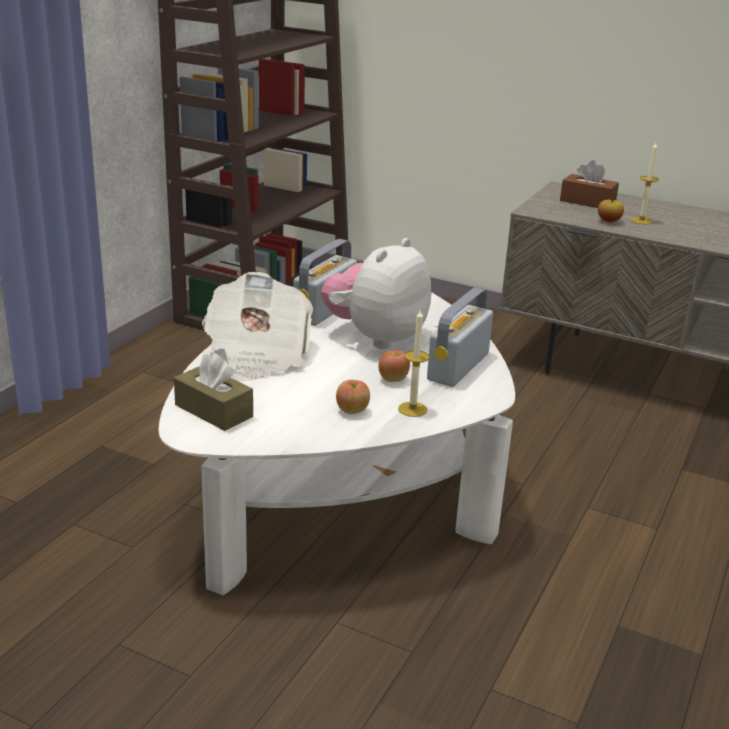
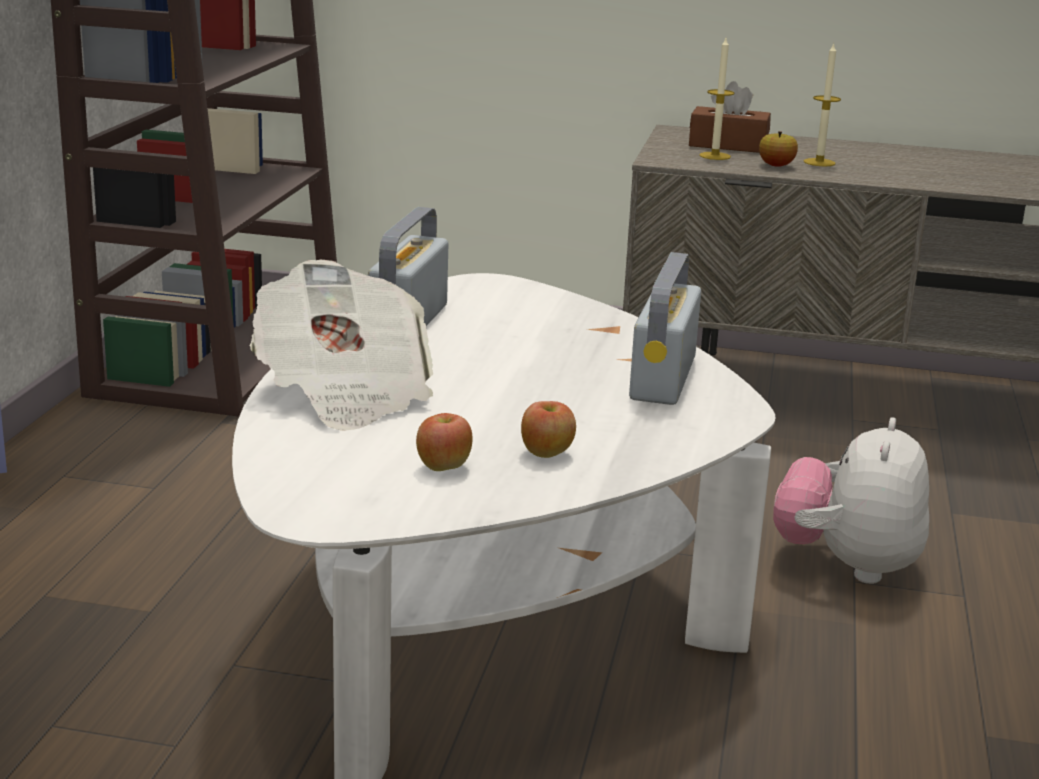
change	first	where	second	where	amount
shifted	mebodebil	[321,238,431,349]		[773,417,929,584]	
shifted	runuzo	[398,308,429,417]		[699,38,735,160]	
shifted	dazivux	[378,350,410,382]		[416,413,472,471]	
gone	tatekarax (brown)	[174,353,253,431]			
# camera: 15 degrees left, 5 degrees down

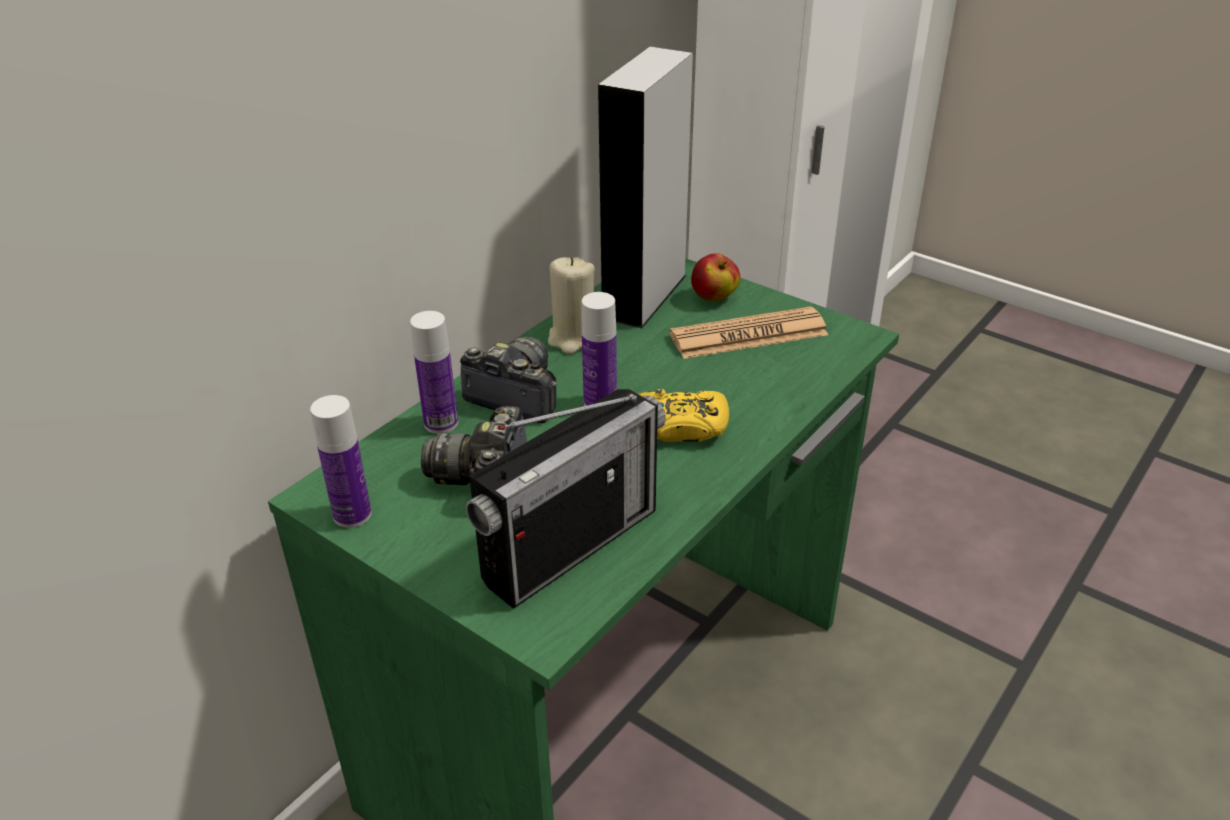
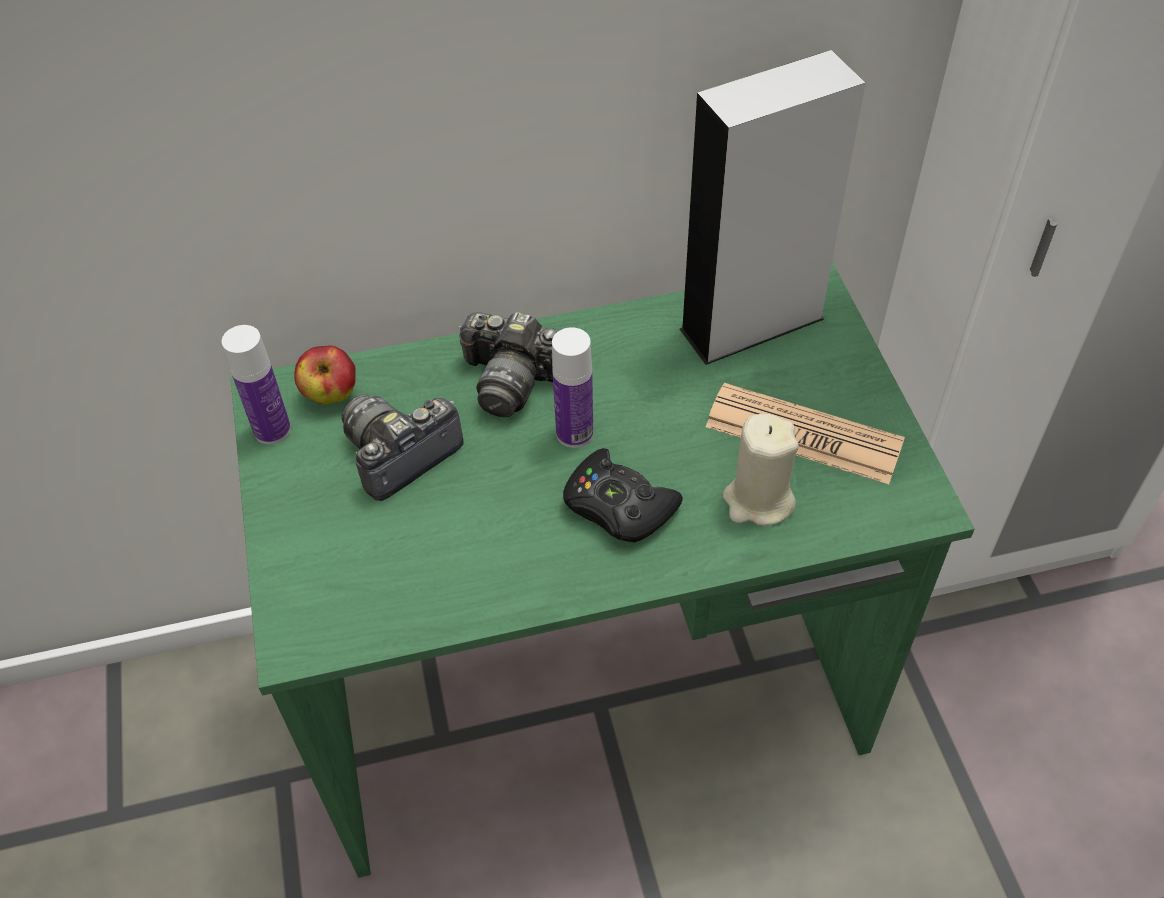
change	first	where	second	where	amount
shifted	dazivux	[691,253,740,301]		[294,346,356,405]	
shifted	runuzo (beige)	[548,257,595,354]		[723,414,799,526]	
gone	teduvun	[410,311,458,434]			
rotated	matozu	[460,337,557,423]		[458,312,558,418]	135 degrees clockwise
gone	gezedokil	[466,389,666,609]			
repainted	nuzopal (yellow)	[639,389,729,442]	nuzopal (black)	[563,448,683,543]	
# camera: 40 degrees right, 15 degrees up

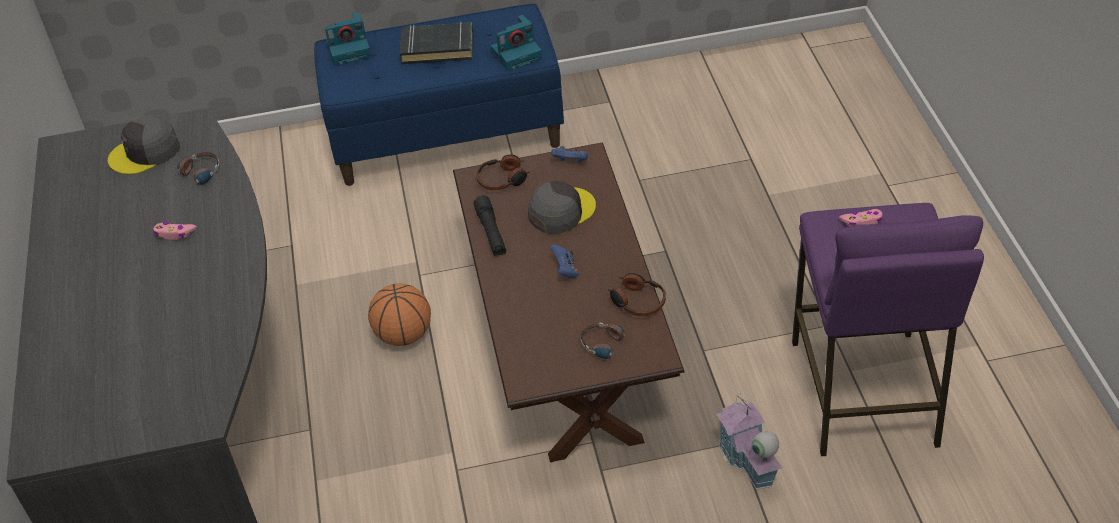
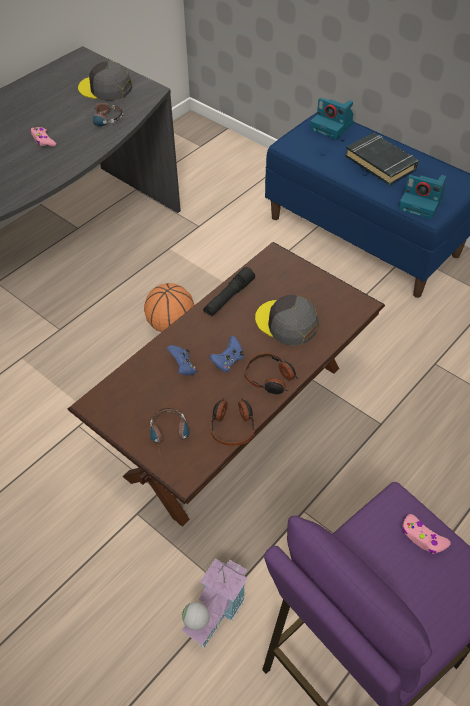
change	first	where	second	where	amount
shifted	nuzopal (blue)	[551,146,588,163]		[167,345,197,375]	
shifted	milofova	[476,155,530,191]		[244,353,298,394]	
rotated	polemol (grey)	[528,181,596,234]		[255,295,319,346]	150 degrees counterclockwise
# camera: 50 degrees right, 5 degrees up

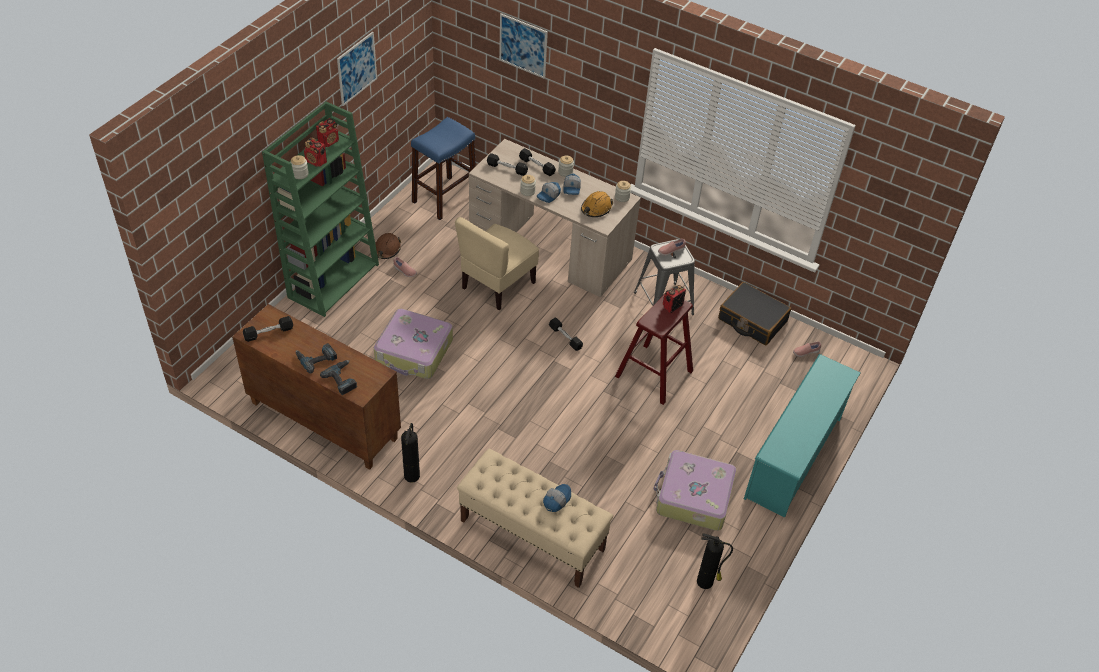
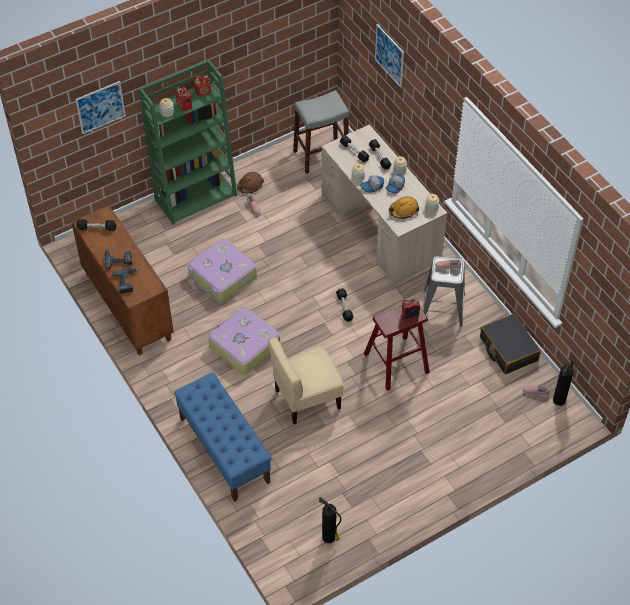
change	first	where	second	where	amount
shifted	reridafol	[337,31,377,106]		[75,81,126,134]	
repainted	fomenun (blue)	[411,117,476,220]	fomenun (grey)	[293,90,349,174]	
shifted	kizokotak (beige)	[455,217,539,310]		[268,337,343,424]	
gone	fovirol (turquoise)	[744,354,860,518]			
shifted	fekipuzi	[401,423,420,482]		[553,361,574,406]	
repainted	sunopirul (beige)	[457,448,613,588]	sunopirul (blue)	[174,373,272,502]	
shifted	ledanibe	[654,450,736,531]		[208,307,280,374]	
gone	polemol	[543,484,571,512]			
# camera: 30 degrees right, 5 degrees up

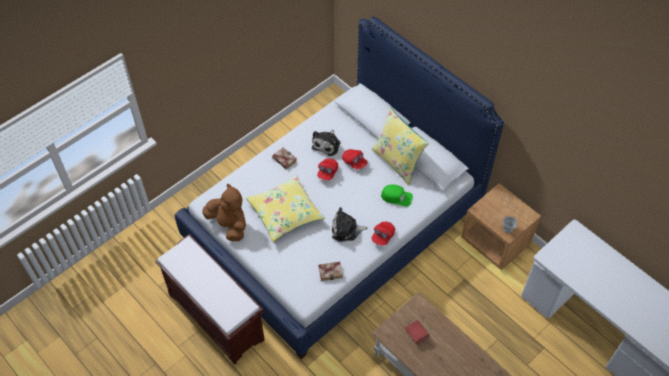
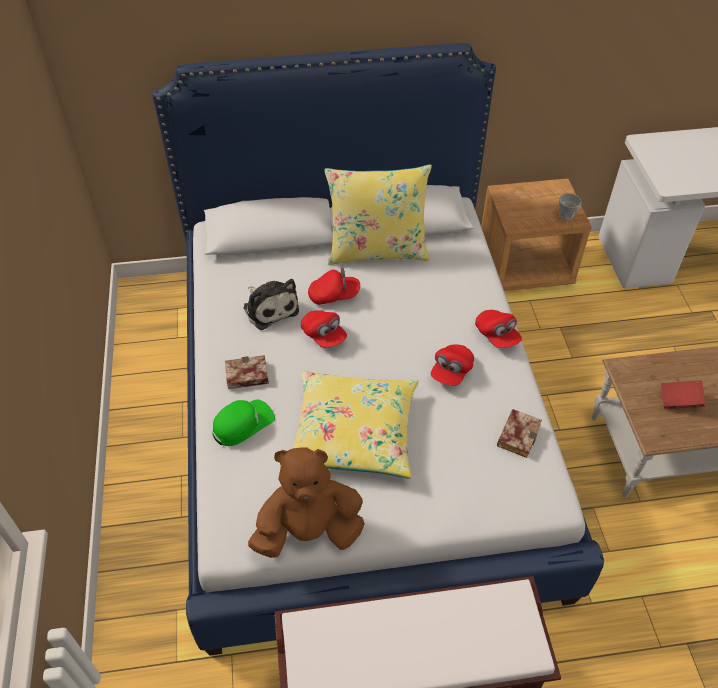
change	first	where	second	where	amount
shifted	polemol (green)	[381,185,413,207]		[212,399,275,446]	
swapped	mebodebil	[332,207,368,242]	polemol (red)	[431,344,474,386]	
# camera: 55 degrees left, 5 degrees down

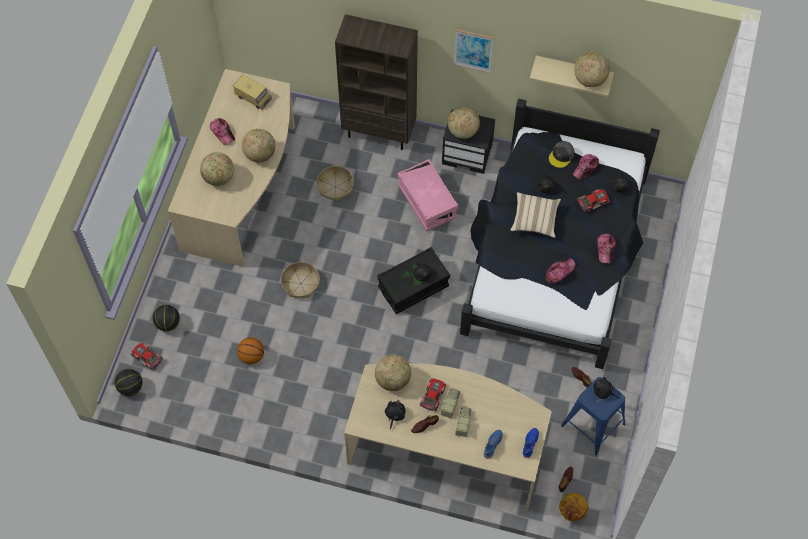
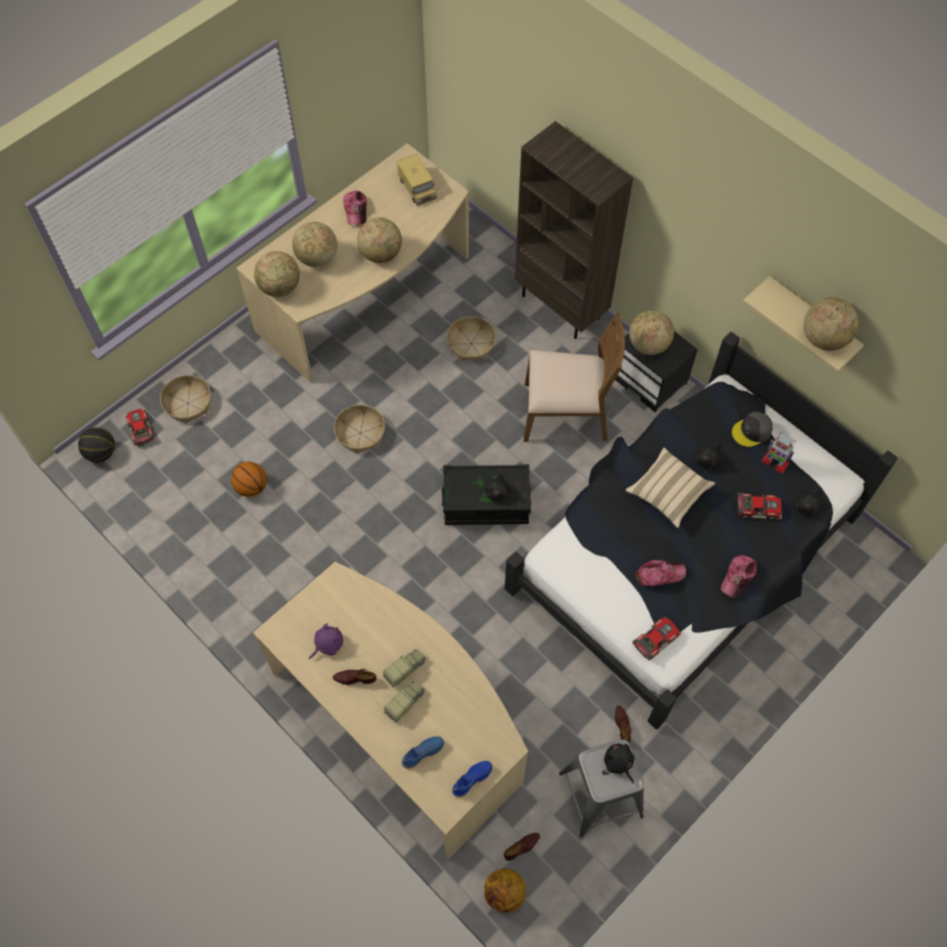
change	first	where	second	where	amount
gone	reridafol	[454,29,493,73]			
swapped	polemol	[573,154,599,180]	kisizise	[762,432,796,474]	
swapped	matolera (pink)	[398,159,458,231]	kizokotak (brown)	[524,312,625,442]	
swapped	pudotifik	[153,305,180,331]	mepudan	[160,375,211,423]	
shifted	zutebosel	[375,354,411,391]		[254,251,300,297]	
repainted	fomenun (blue)	[561,377,625,455]	fomenun (grey)	[559,739,644,838]	
shifted	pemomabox	[420,378,447,411]		[632,617,681,660]	
repainted	mebodebil (black)	[385,399,406,429]	mebodebil (purple)	[309,623,343,659]	
# camera: 30 degrees right, 0 degrees up

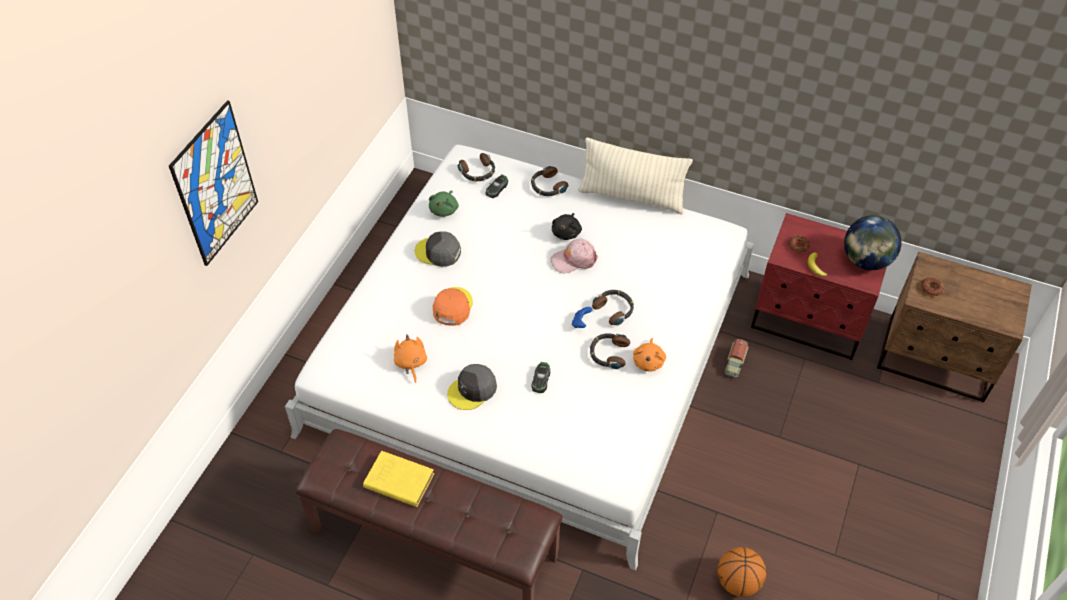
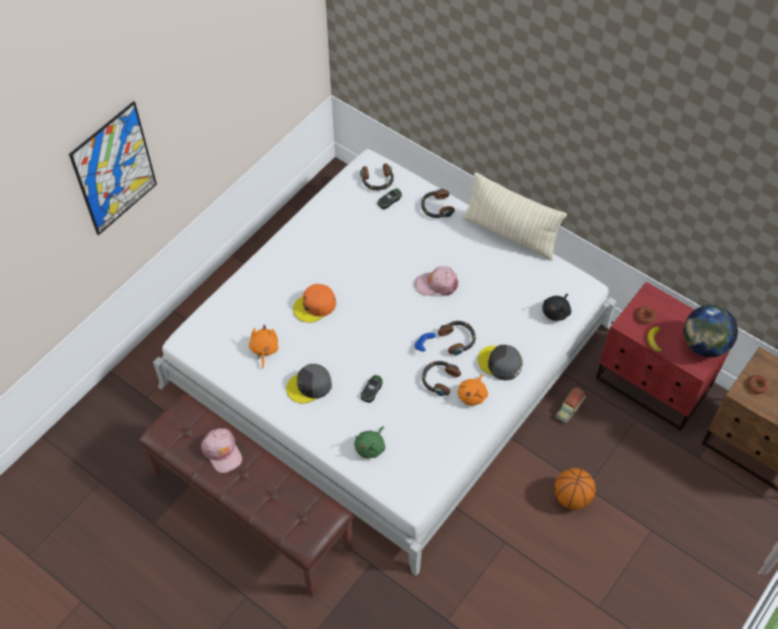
change	first	where	second	where	amount
shifted	mebodebil (green)	[429,190,459,217]		[354,426,385,458]	
shifted	mebodebil (black)	[552,213,582,240]		[542,294,571,321]	
shifted	polemol (grey)	[415,231,461,267]		[478,345,523,381]	
rotated	polemol (orange)	[432,287,473,326]		[293,284,336,322]	150 degrees counterclockwise
swapped	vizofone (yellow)	[363,451,434,507]	polemol (pink)	[201,428,242,473]	
shifted	pudotifik	[717,547,766,597]		[554,468,596,510]	
# camera: 15 degrees right, 5 degrees up

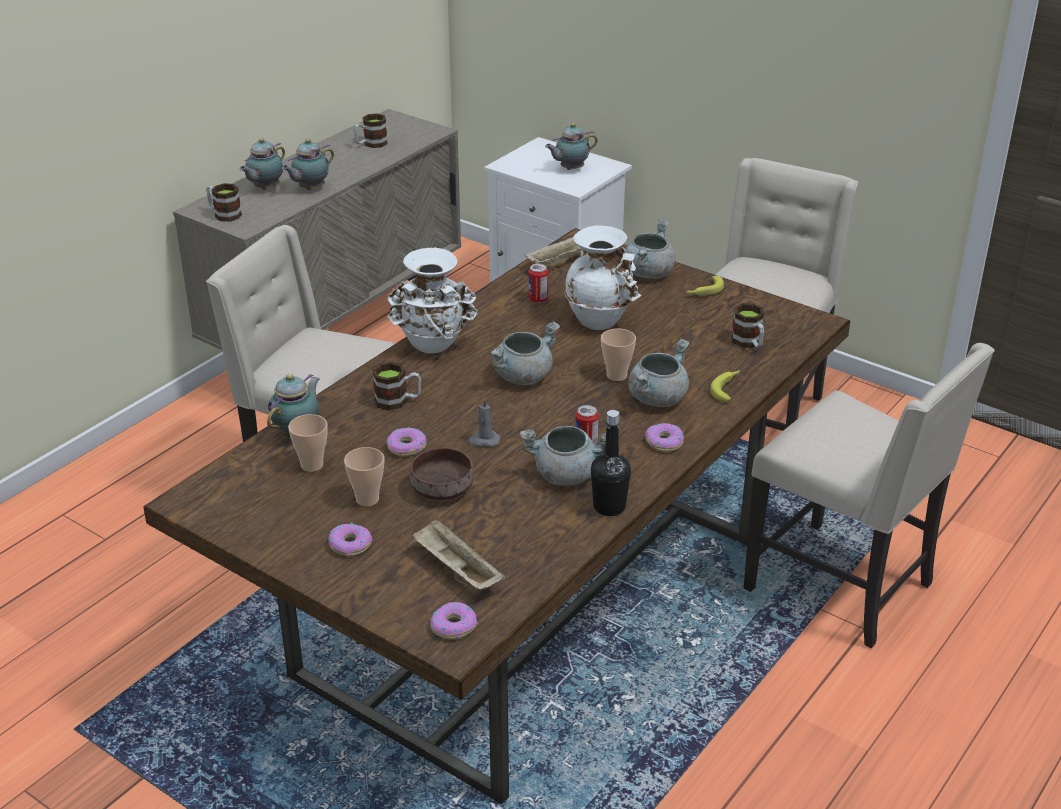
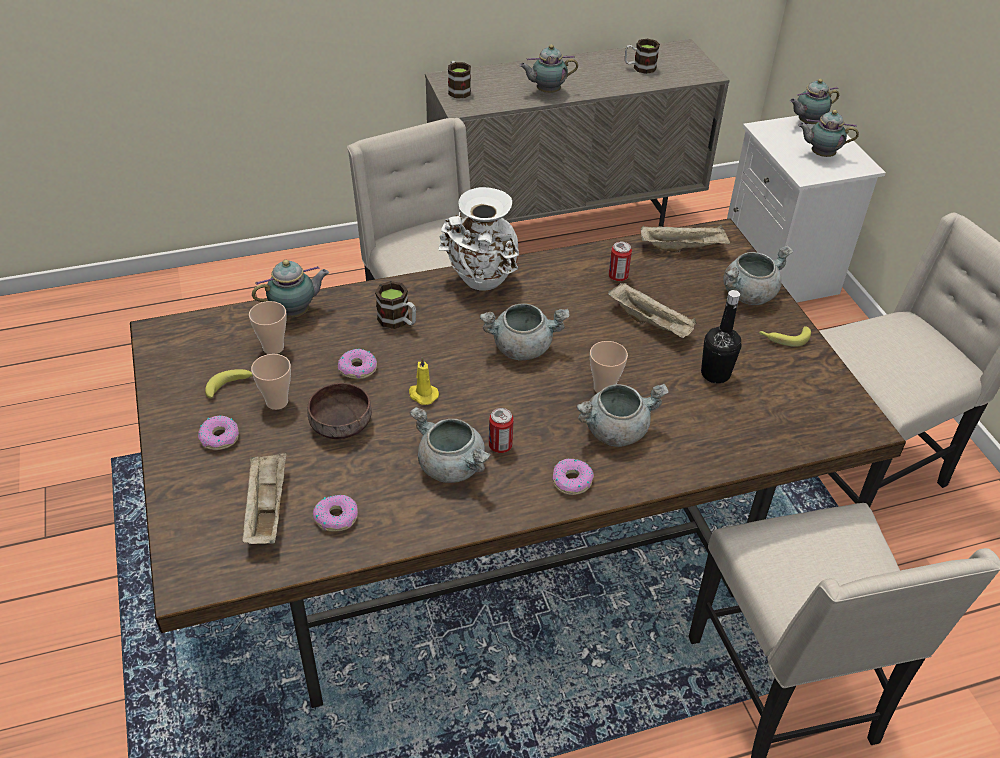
change	first	where	second	where	amount
shifted	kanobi	[240,138,285,190]		[790,79,839,124]	
swapped	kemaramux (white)	[565,225,641,330]	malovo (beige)	[608,283,696,338]	
gone	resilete	[731,303,764,348]			
shifted	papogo	[710,370,740,402]		[205,369,253,398]	
repainted	runuzo (grey)	[467,397,500,447]	runuzo (yellow)	[409,357,439,405]	
shifted	teduvun (black)	[591,410,631,516]		[701,290,741,383]	
shifted	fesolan	[430,602,477,640]		[313,495,358,532]	
# camera: 35 degrees right, 10 degrees up

